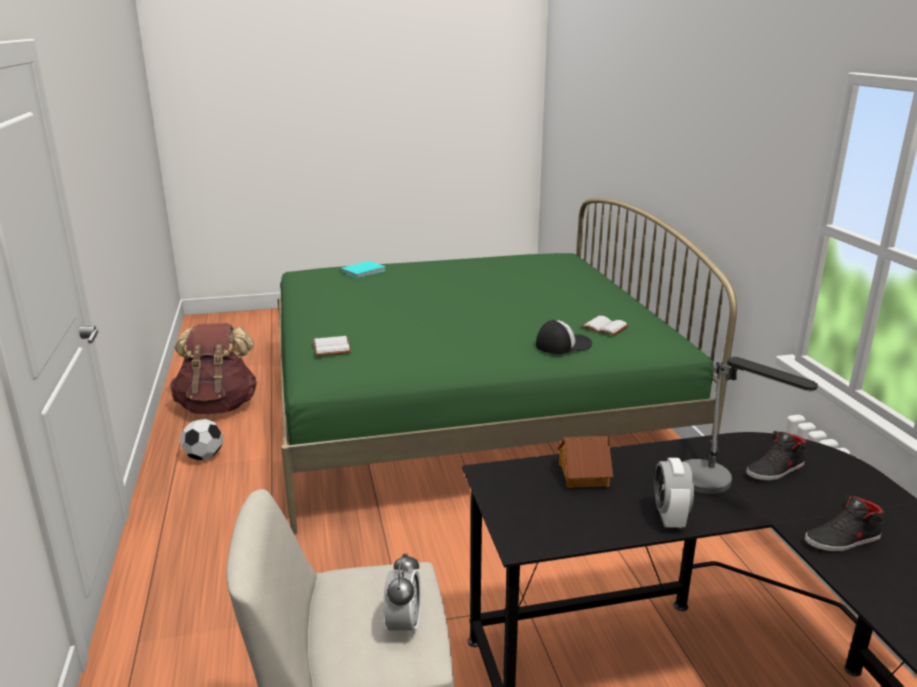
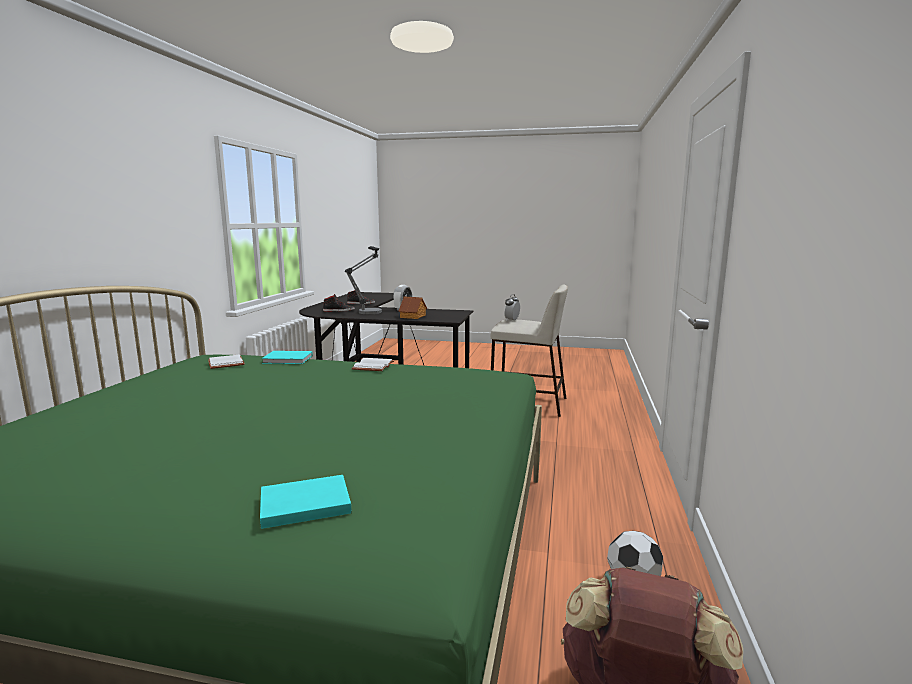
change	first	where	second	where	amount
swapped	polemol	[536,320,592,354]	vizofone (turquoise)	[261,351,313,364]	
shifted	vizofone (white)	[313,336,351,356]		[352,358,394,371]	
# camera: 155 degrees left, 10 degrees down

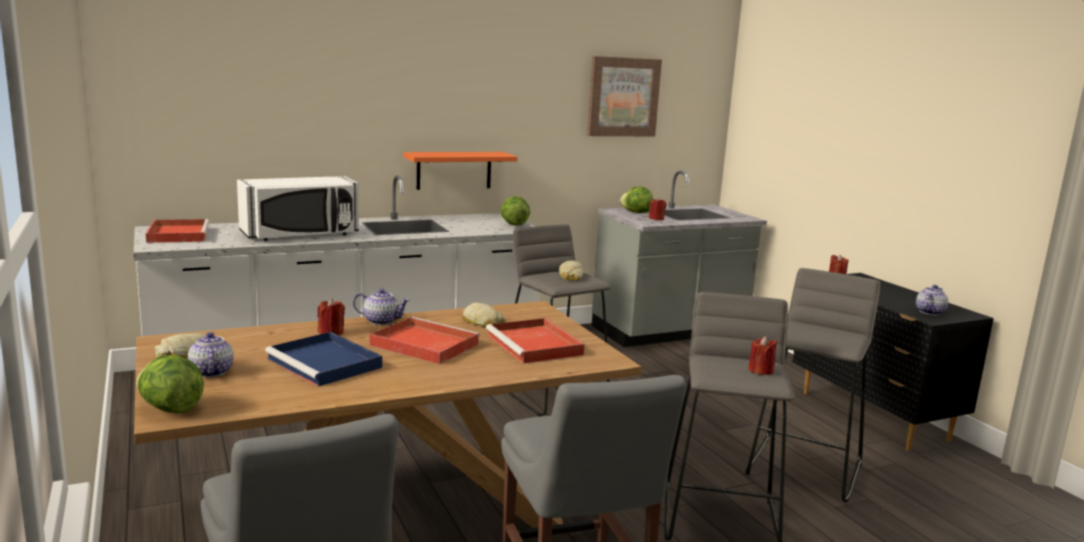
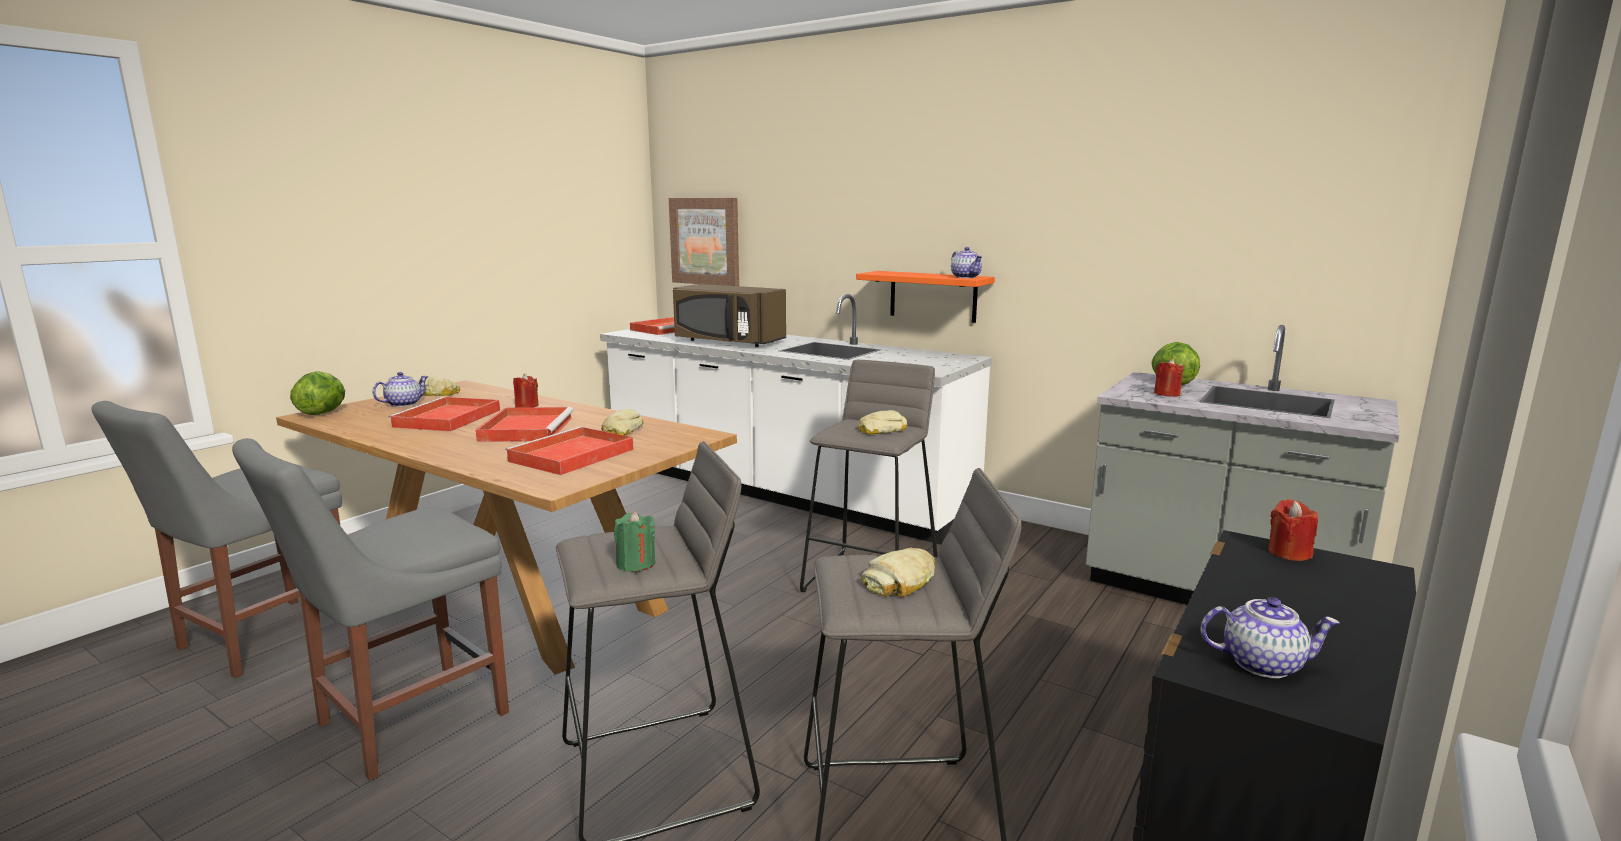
change	first	where	second	where	amount
shifted	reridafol	[587,56,662,136]		[669,198,739,286]	
repainted	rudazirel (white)	[237,176,359,241]	rudazirel (brown)	[673,284,786,347]	
gone	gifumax	[501,196,530,226]			
shifted	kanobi	[353,288,410,325]		[951,247,983,278]	
repainted	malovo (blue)	[265,332,382,387]	malovo (red)	[388,397,500,431]	
repainted	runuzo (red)	[748,336,777,375]	runuzo (green)	[614,511,655,572]	
new			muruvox	[862,547,935,597]	
# camera: 60 degrees right, 0 degrees up

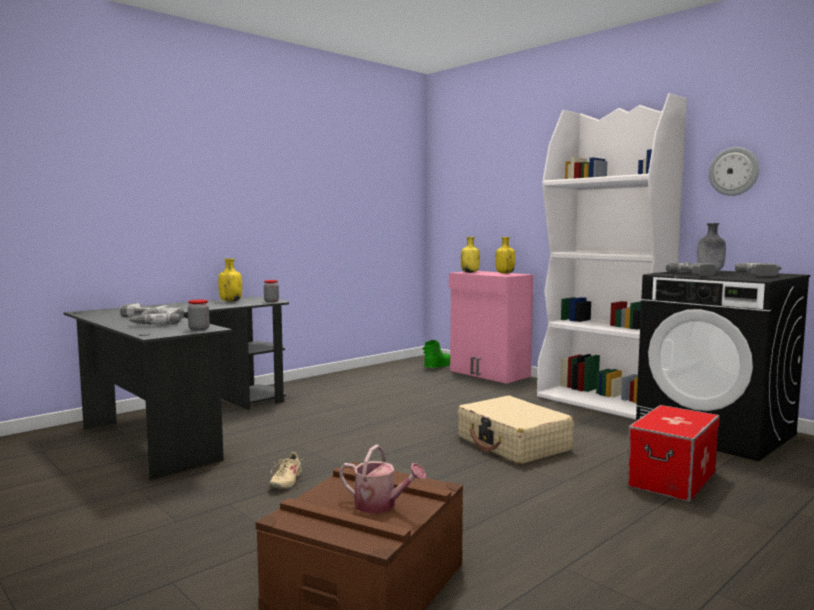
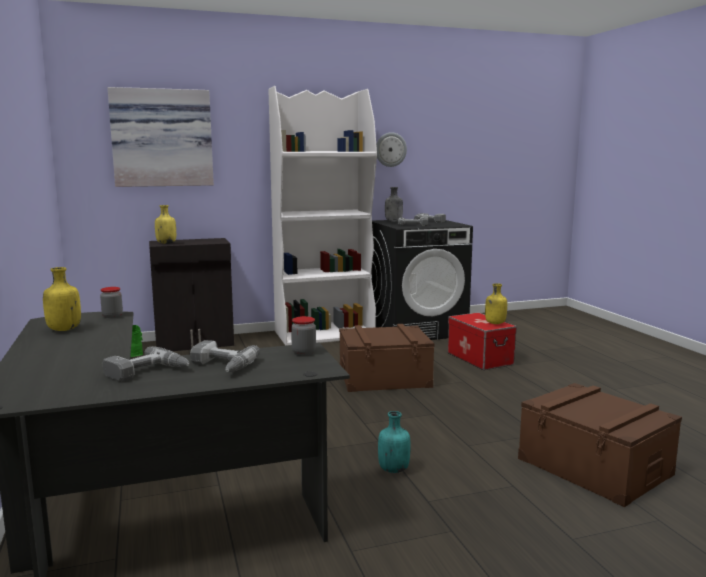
change	first	where	second	where	amount
shifted	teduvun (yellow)	[495,237,515,274]		[485,283,507,324]	
repainted	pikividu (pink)	[449,271,533,384]	pikividu (black)	[149,238,234,351]	
swapped	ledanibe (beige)	[457,395,574,464]	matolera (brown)	[339,324,435,392]	
gone	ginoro	[339,445,426,513]			
swapped	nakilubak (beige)	[269,452,305,489]	teduvun (turquoise)	[378,411,411,473]	
new			reridafol	[107,87,214,187]	
# camera: 65 degrees left, 5 degrees up

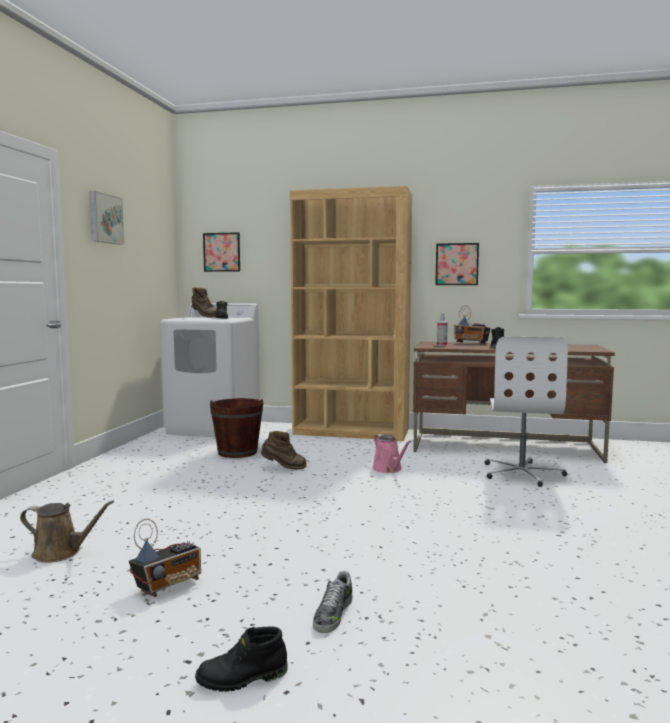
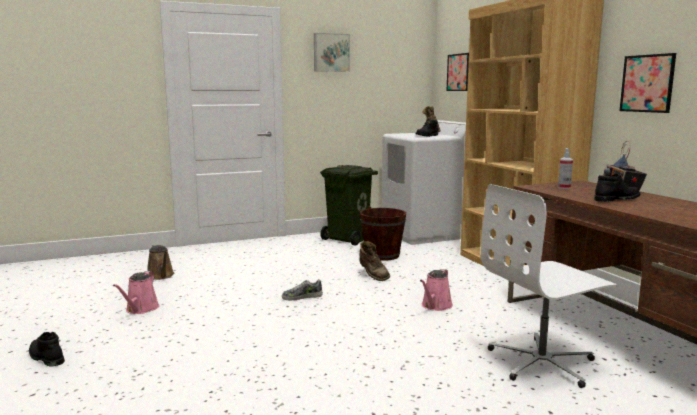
change	first	where	second	where	amount
swapped	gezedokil	[129,519,201,597]	ginoro (pink)	[113,271,159,314]	
shifted	nakilubak	[313,571,353,633]		[282,279,323,301]	
new			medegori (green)	[320,165,378,246]	
# camera: 55 degrees right, 5 degrees up

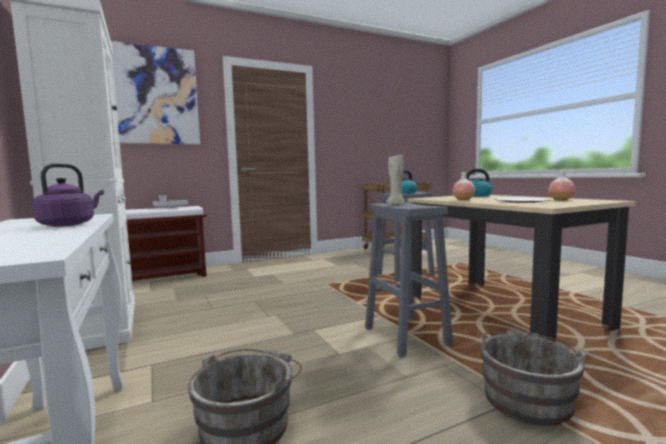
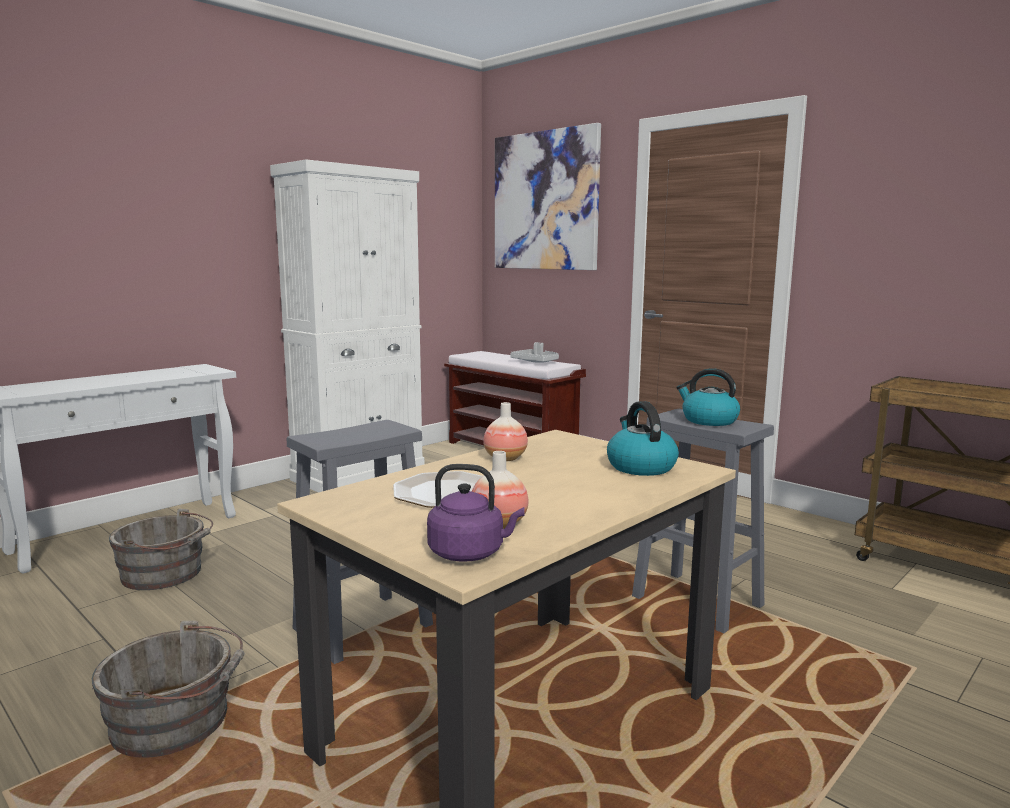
change	first	where	second	where	amount
gone	runuzo (beige)	[386,155,406,205]			
shifted	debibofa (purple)	[33,163,104,227]		[427,464,525,562]	
# camera: 70 degrees right, 5 degrees up

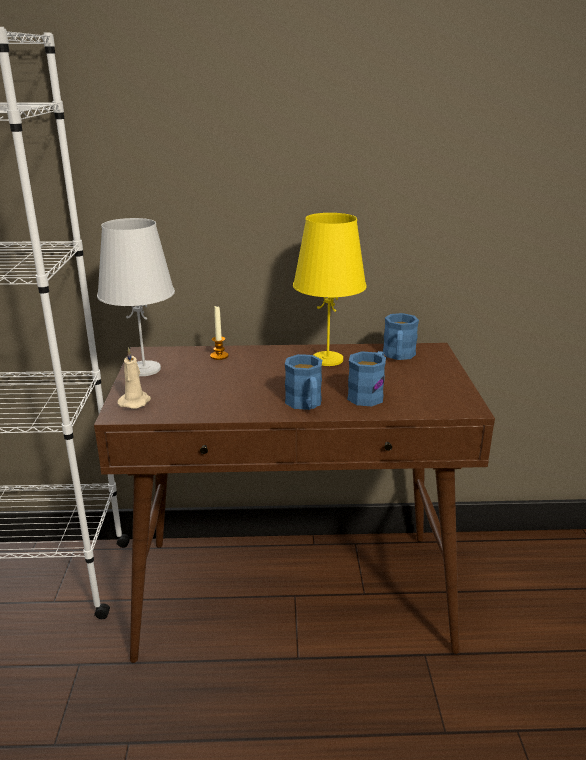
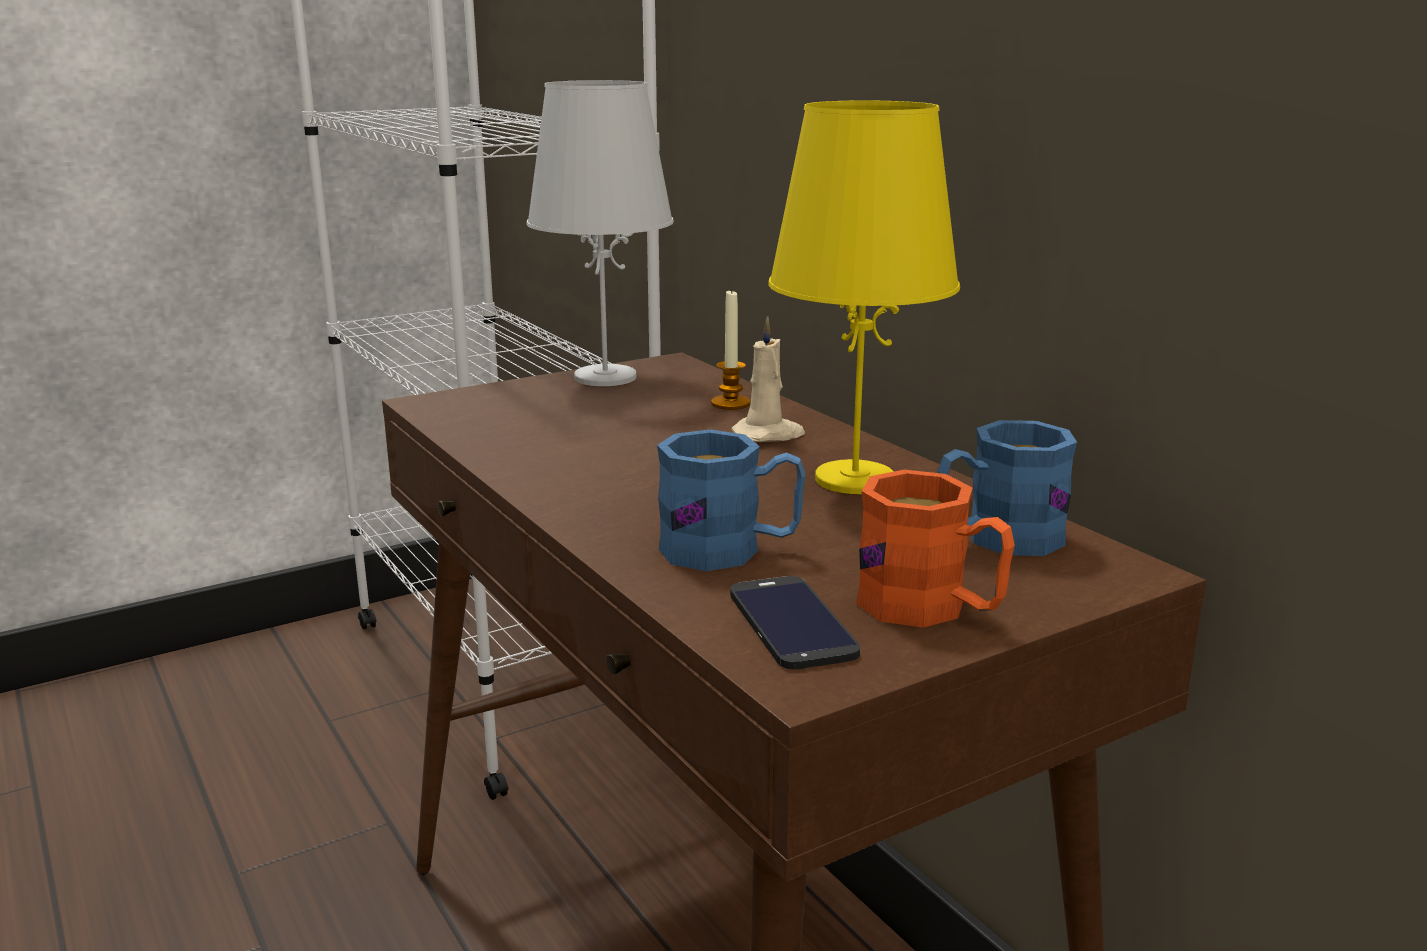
change	first	where	second	where	amount
shifted	runuzo (beige)	[117,347,151,409]		[731,316,805,442]	
gone	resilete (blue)	[285,354,322,410]			
new			resilete (orange)	[856,470,1015,628]	
new			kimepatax	[730,576,860,670]	
# camera: 60 degrees right, 5 degrees down

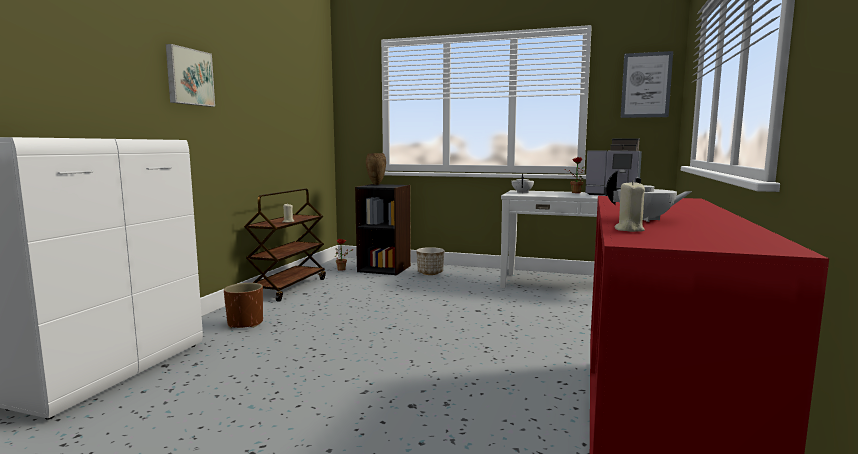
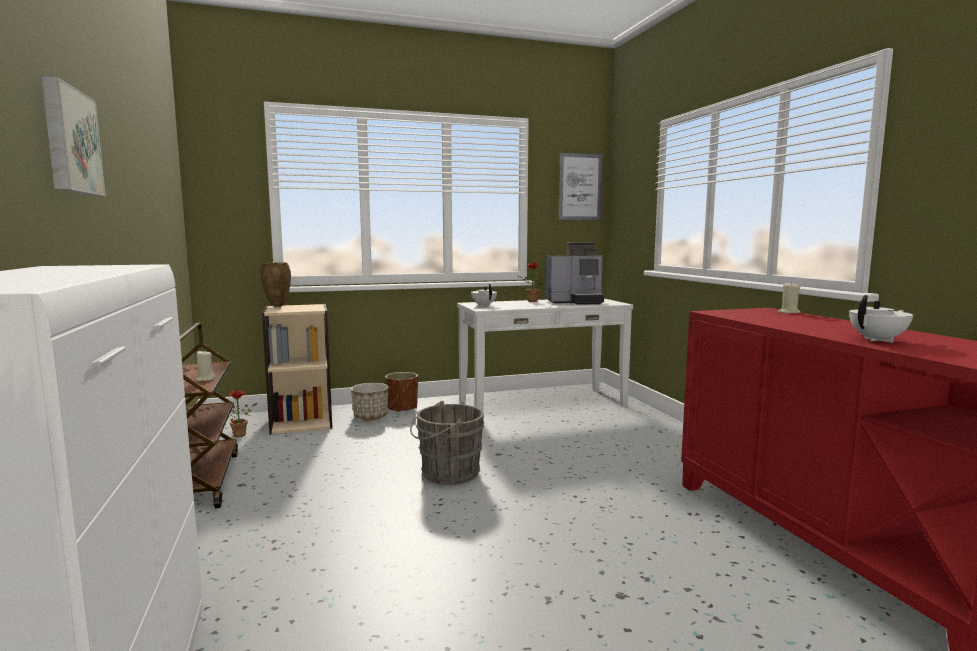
change	first	where	second	where	amount
shifted	runuzo (beige)	[615,180,645,232]		[778,282,800,313]	
repainted	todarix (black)	[355,184,411,275]	todarix (beige)	[262,304,332,435]	
shifted	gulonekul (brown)	[224,283,263,328]		[385,372,418,412]	
new			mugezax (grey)	[410,401,484,484]	
# camera: 35 degrees left, 0 degrees up

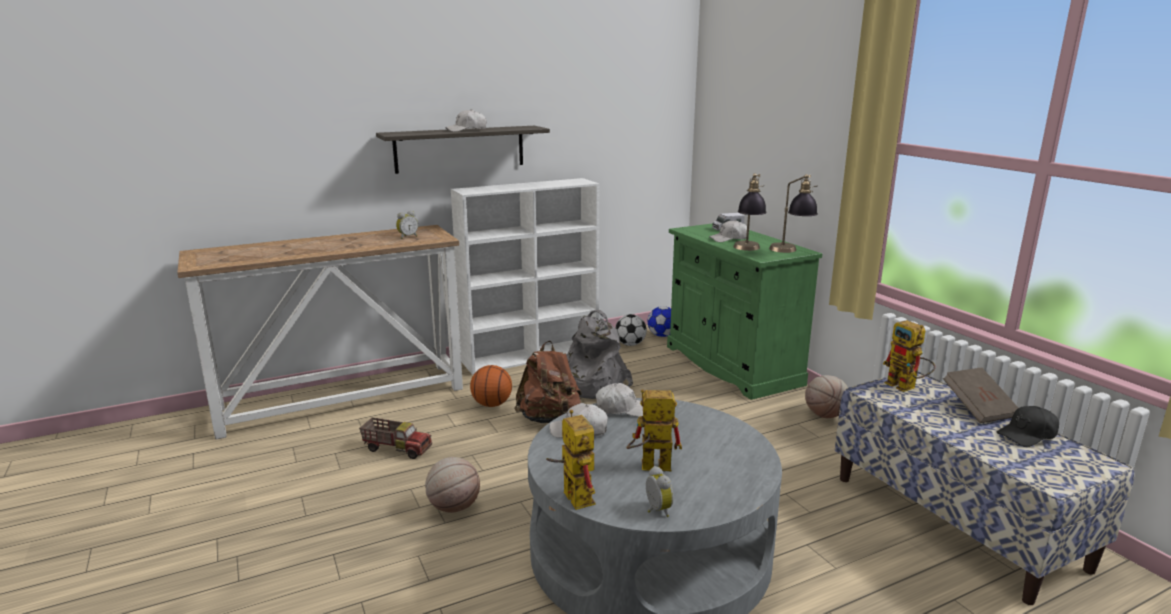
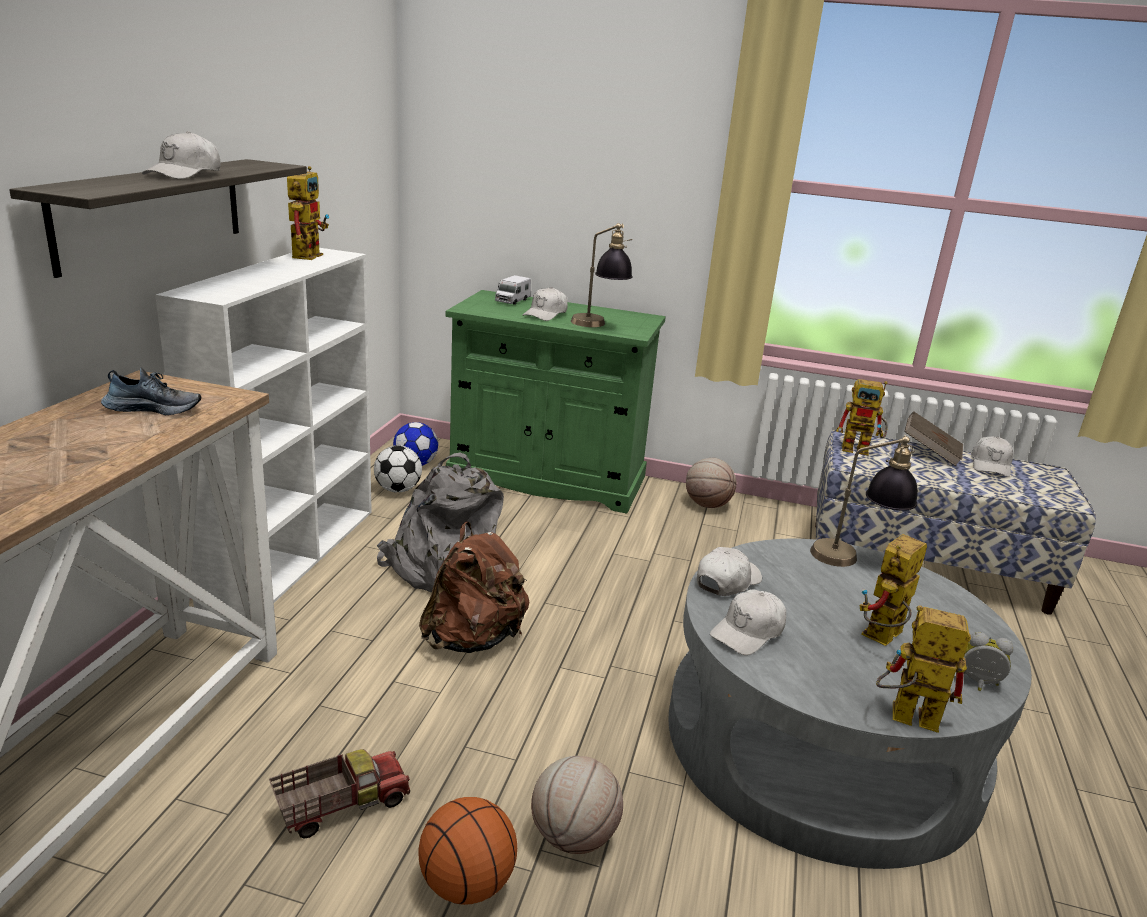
change	first	where	second	where	amount
shifted	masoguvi	[769,174,818,253]		[810,434,918,567]	
swapped	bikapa	[396,211,418,239]	nakilubak	[101,368,201,415]	
shifted	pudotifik	[470,365,512,407]		[418,797,517,905]	
repainted	polemol (black)	[996,406,1059,447]	polemol (white)	[971,437,1014,477]	
new			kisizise	[287,166,329,260]	
# camera: 50 degrees left, 5 degrees up

